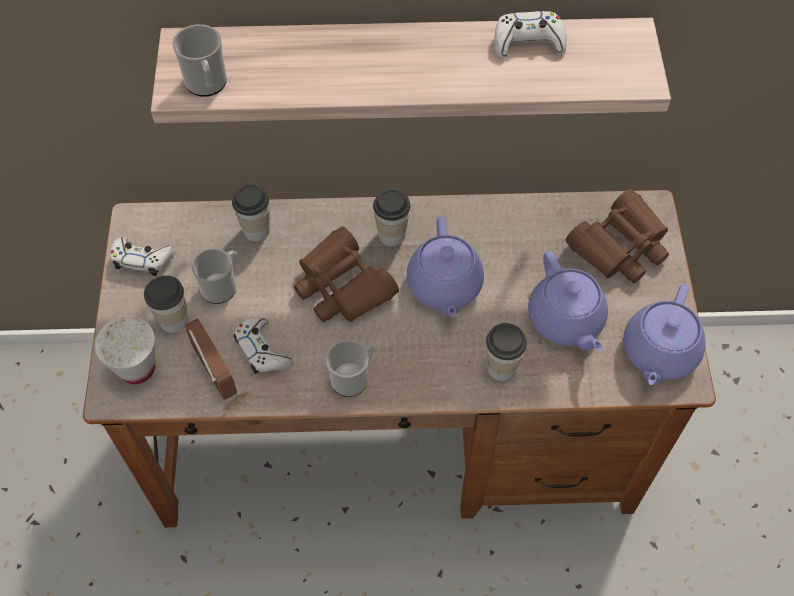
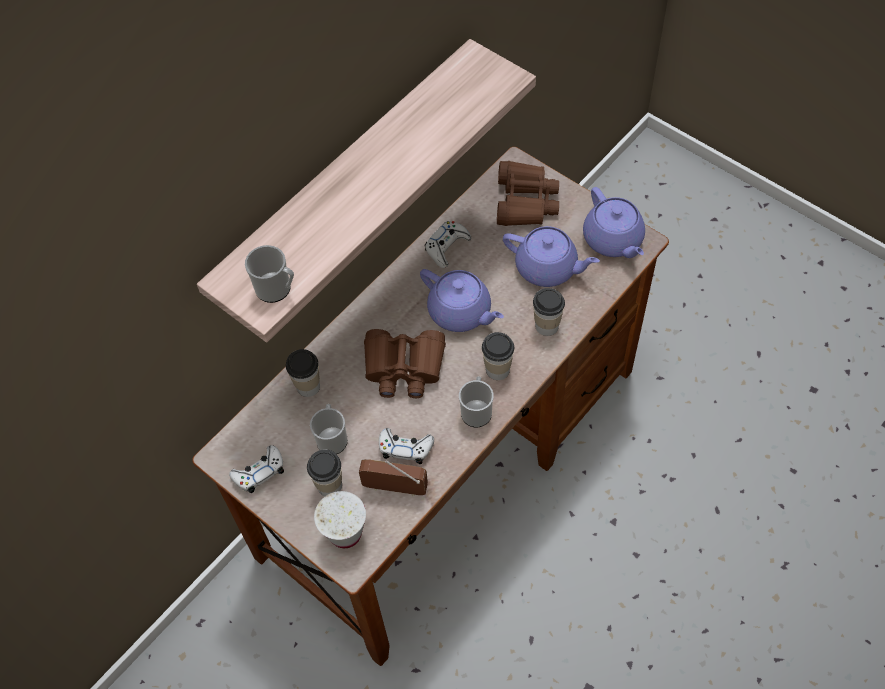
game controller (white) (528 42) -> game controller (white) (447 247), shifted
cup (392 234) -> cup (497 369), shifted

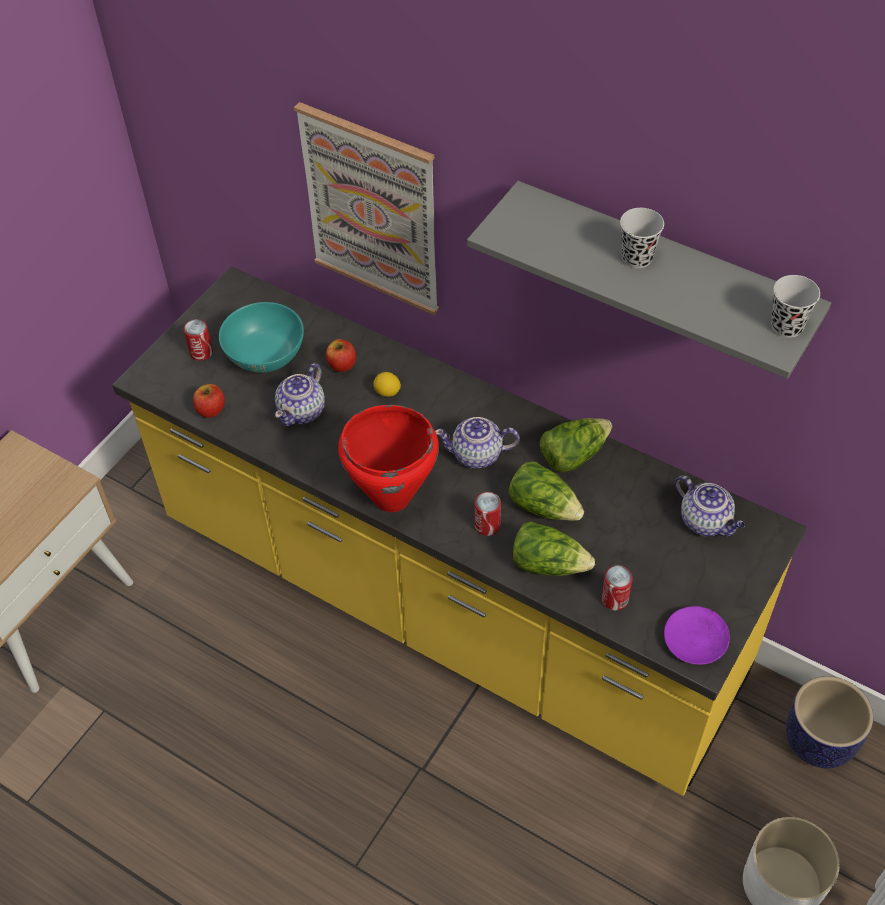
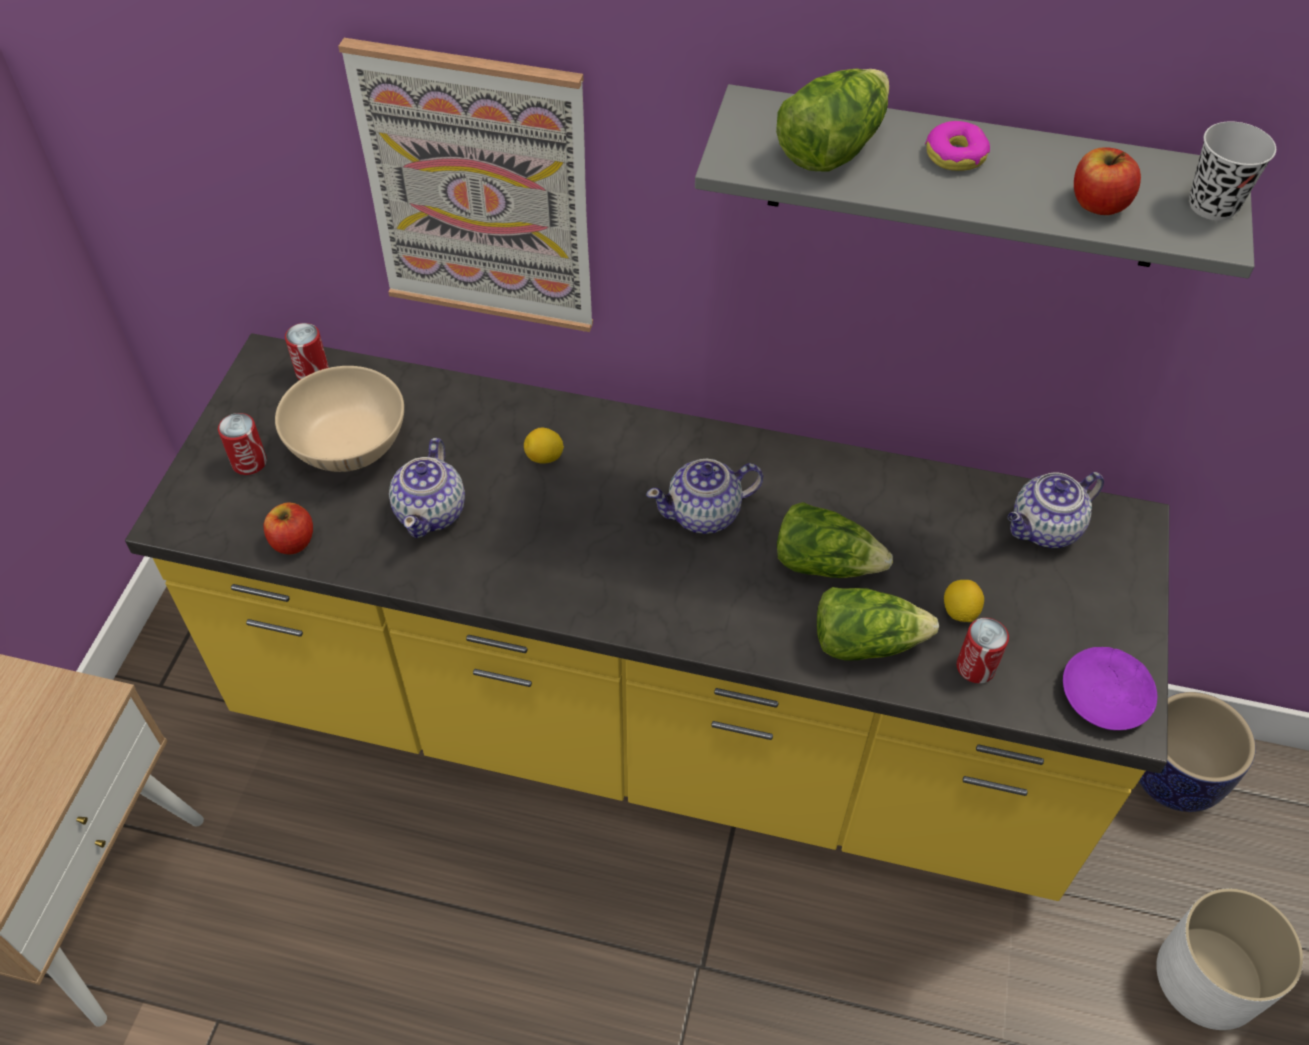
cup (black) (637 258) -> donut (955 155)
bowl (turquoise) (266 357) -> bowl (beige) (349 448)
apple (342 364) -> apple (1098 204), shifted
cooking pot (red) (391 496) -> none
lettuce (573 454) -> lettuce (831 146), shifted
teapot (706 521) -> teapot (1044 530), 120 degrees clockwise
can (487 525) -> can (312 371), shifted
none -> lemon (960 611)

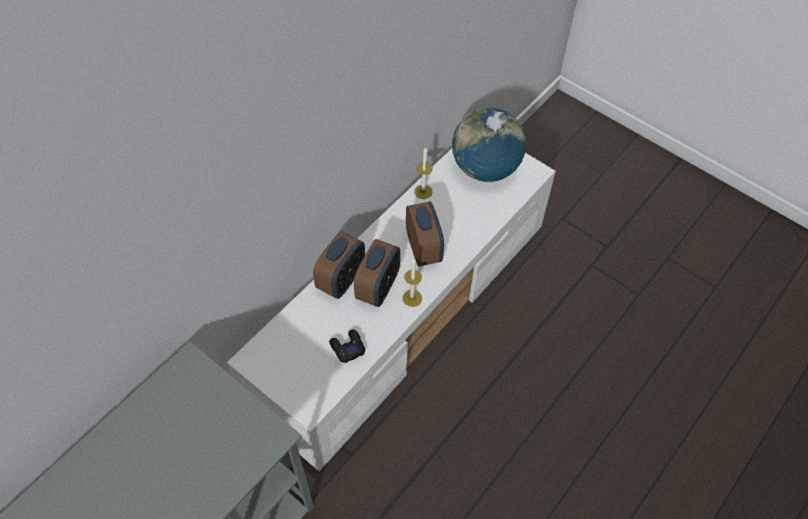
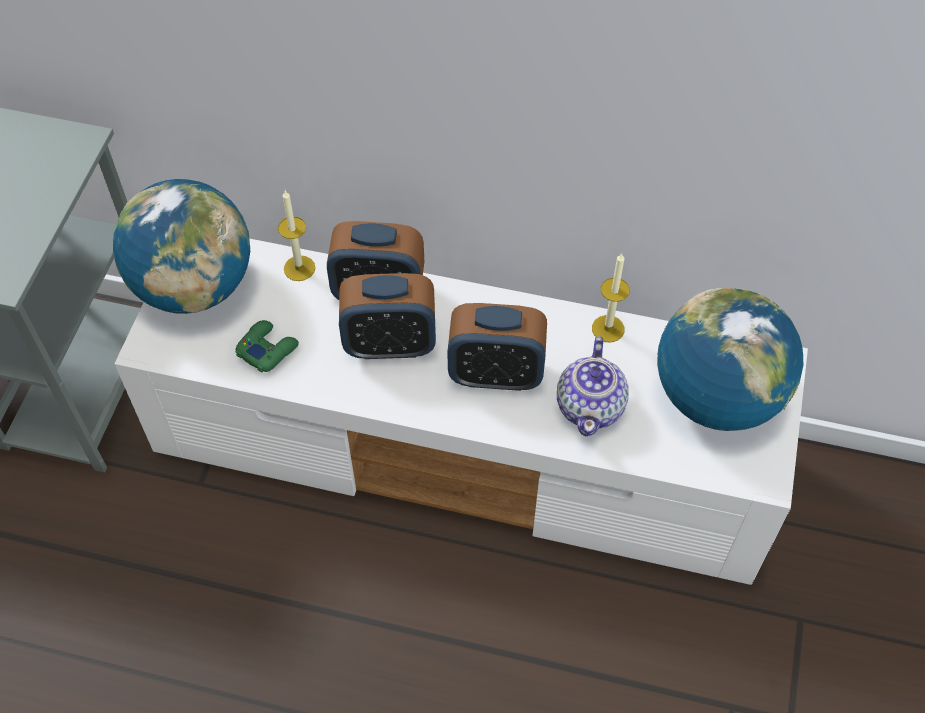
alarm clock (423 249) -> alarm clock (496 374), 45 degrees clockwise
candle (412 298) -> candle (299 268), shifted
game controller (black) (347 347) -> game controller (green) (267 349)
none -> globe (194 286)
none -> teapot (591 406)

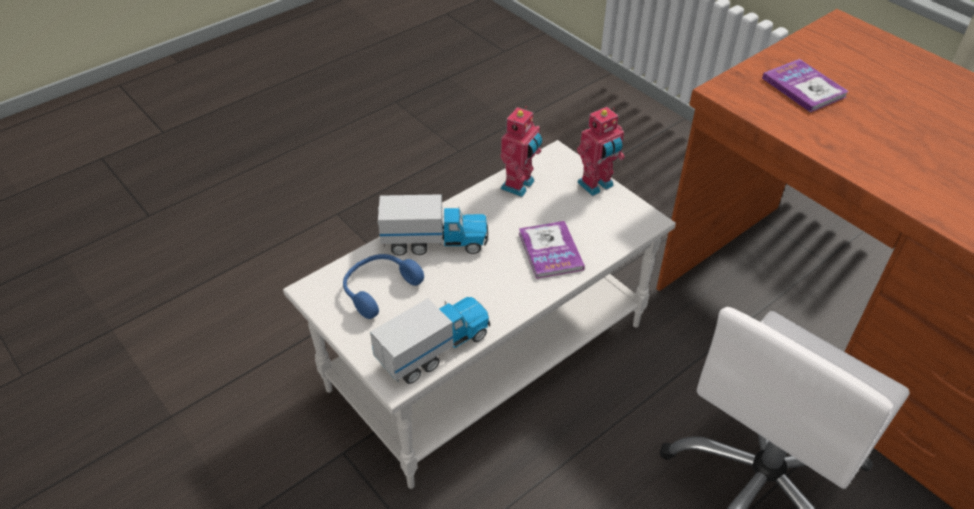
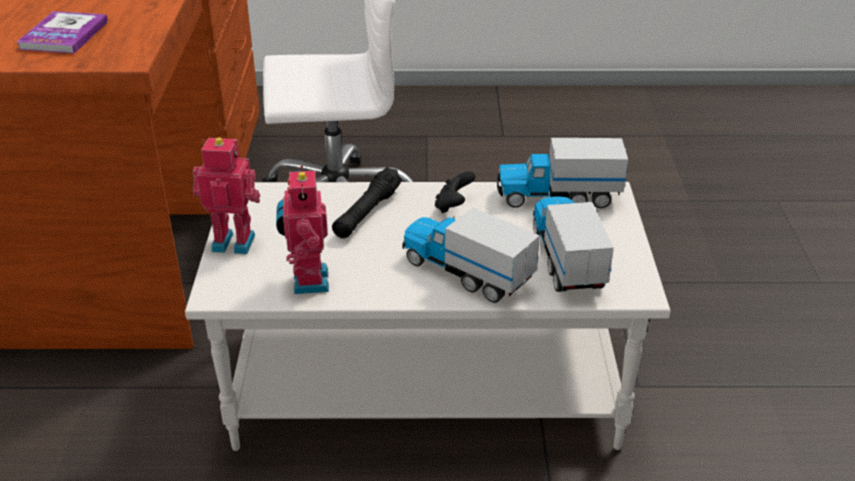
toy robot (519 186) -> toy robot (307 281), 75 degrees counterclockwise
book (550 251) -> flashlight (black) (367 213)
headphones (blue) (378 289) -> toy truck (566 260)
none -> game controller (black) (453 206)

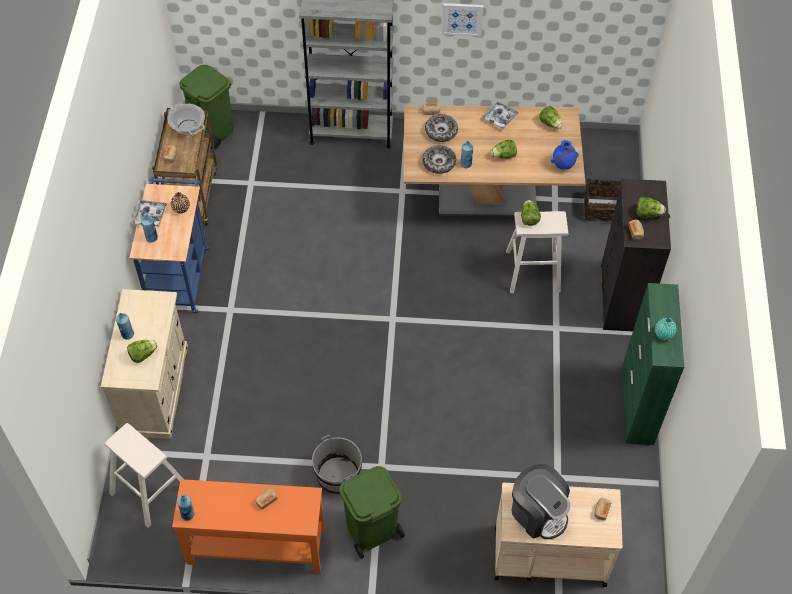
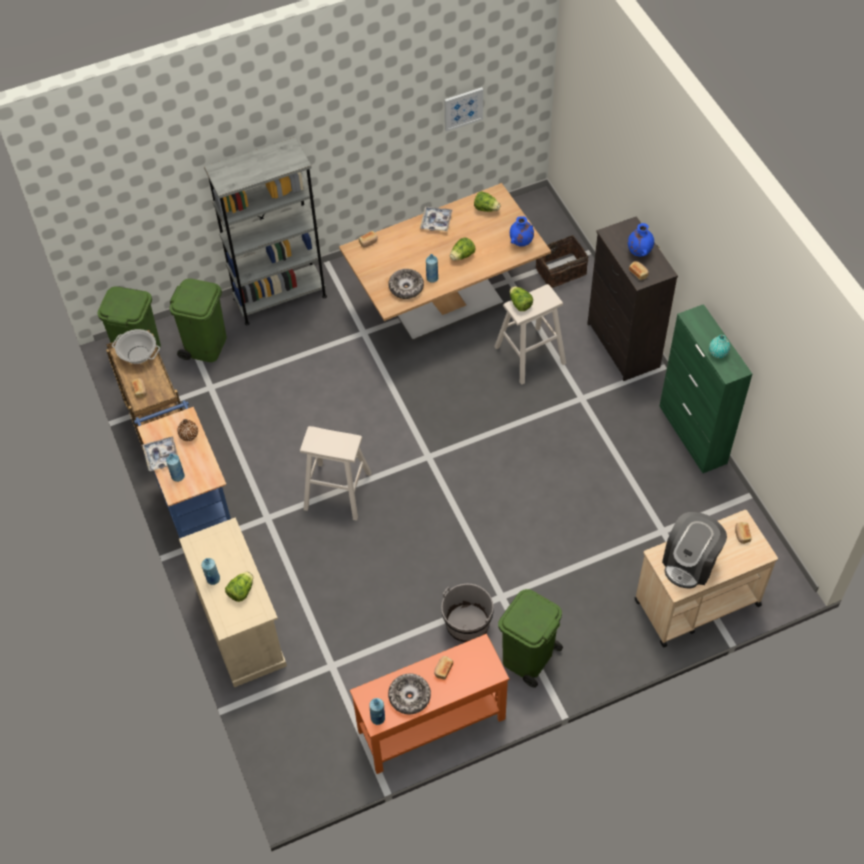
picture (462 18) -> picture (463 108), shifted
bowl (441 131) -> bowl (409 696), shifted
lettuce (648 214) -> vase (blue) (639 252)
stool (beige) (150 490) -> stool (beige) (337 491), shifted
coffee machine (538 512) -> coffee machine (690 562), 105 degrees clockwise
none -> trash can (green) (206 345)

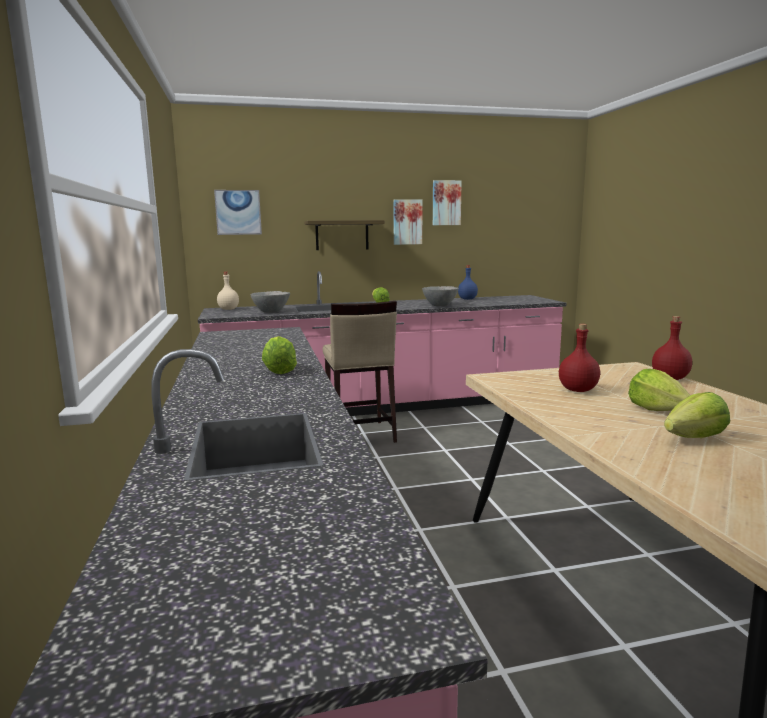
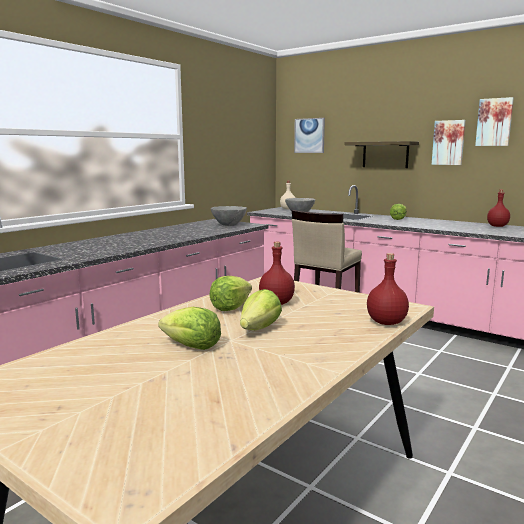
bottle (blue) (467 299) -> bottle (red) (497 226)
bowl (grey) (440 306) -> bowl (grey) (228 225), shifted
lettuce (279 371) -> lettuce (231 307), shifted

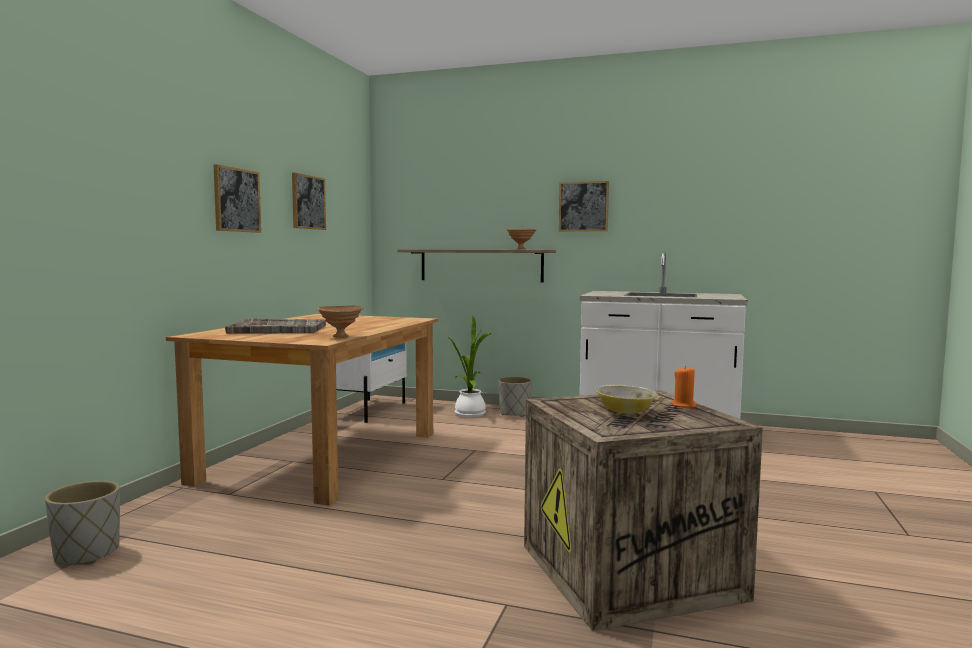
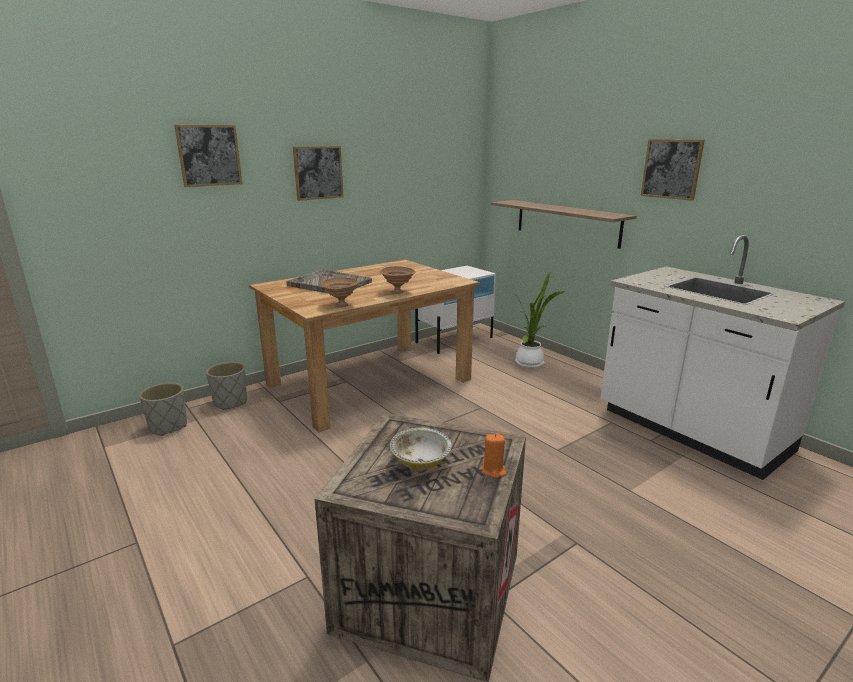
picture (308 202) -> picture (209 155), shifted
bowl (brown) (520 249) -> bowl (brown) (398 292), shifted
planter (grey) (514 413) -> planter (grey) (230 402), shifted

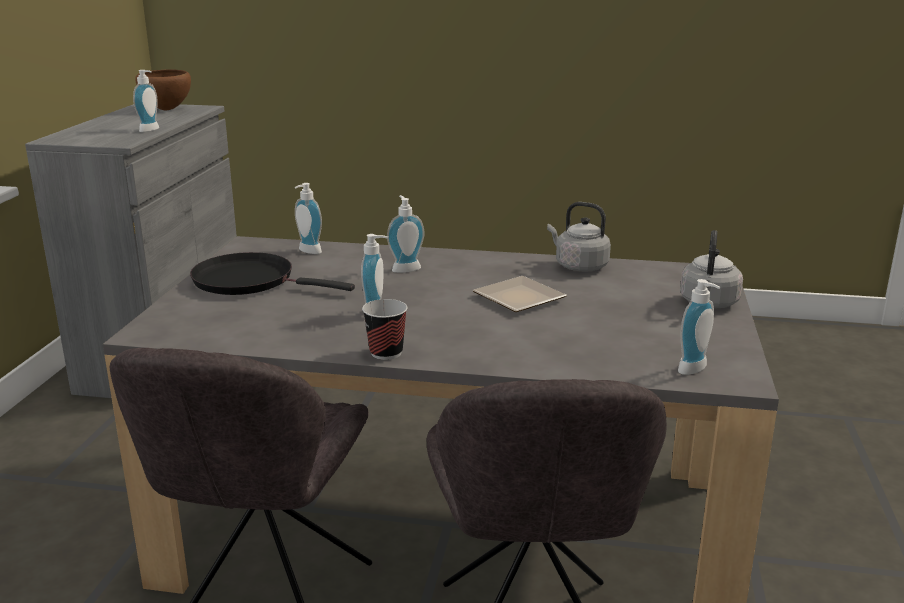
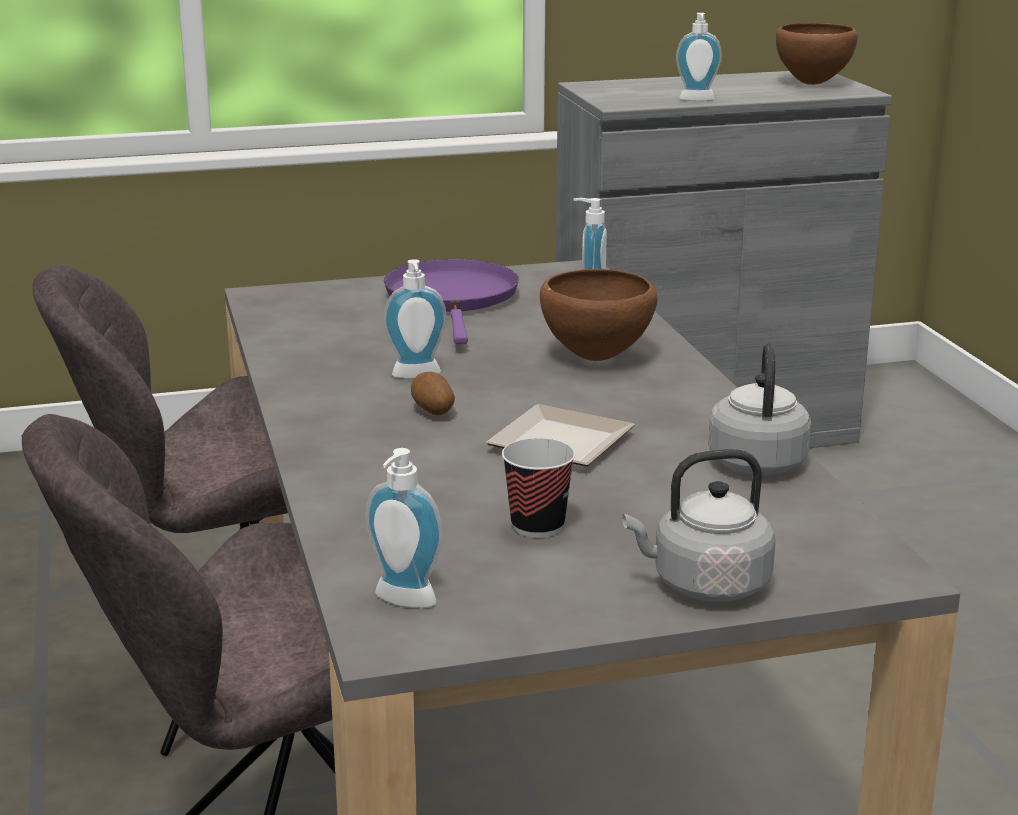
soap dispenser (405 268) -> bowl (brown) (595 358)
frying pan (black) (250 281) -> frying pan (purple) (453 298)
cup (386 353) -> cup (537 526), shifted
none -> potato (432 412)

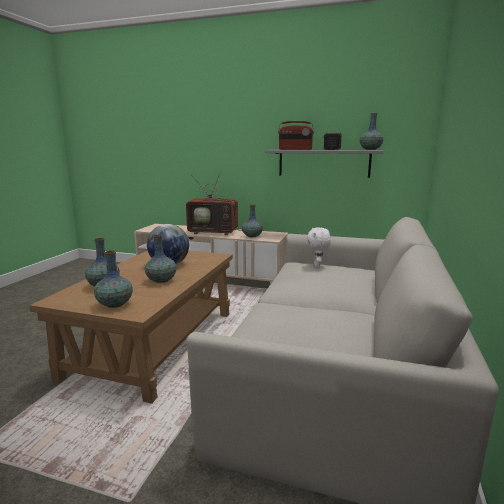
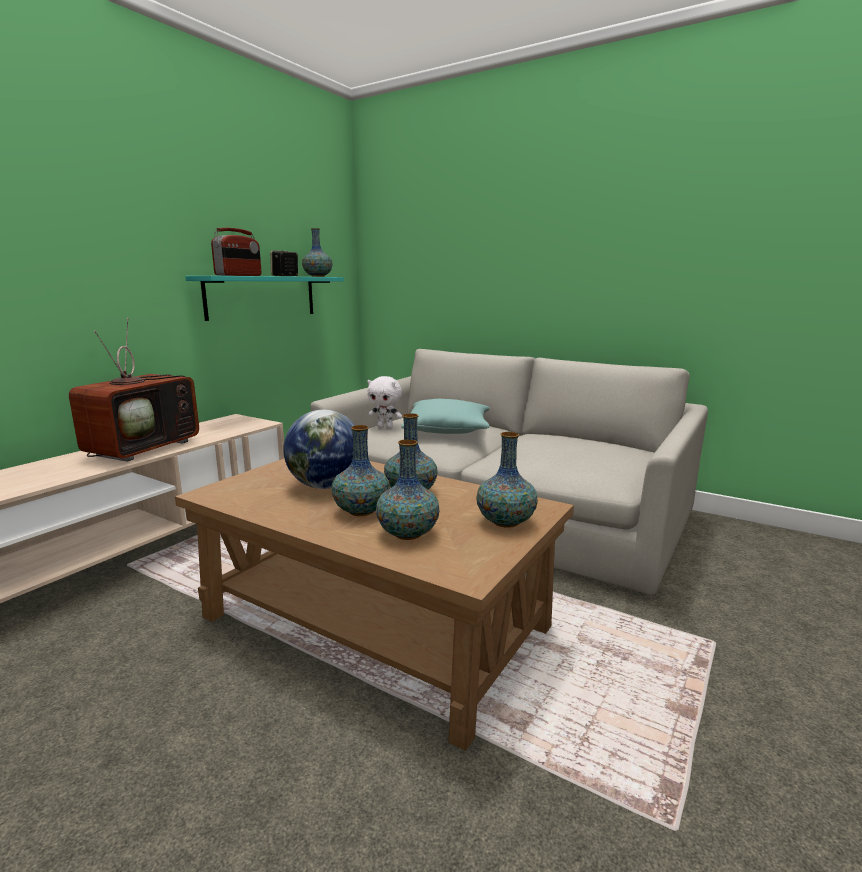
shelf (grey) (323 163) -> shelf (turquoise) (262 297)
vase (252 236) -> vase (361 511), shifted
none -> pillow (turquoise) (448 430)

